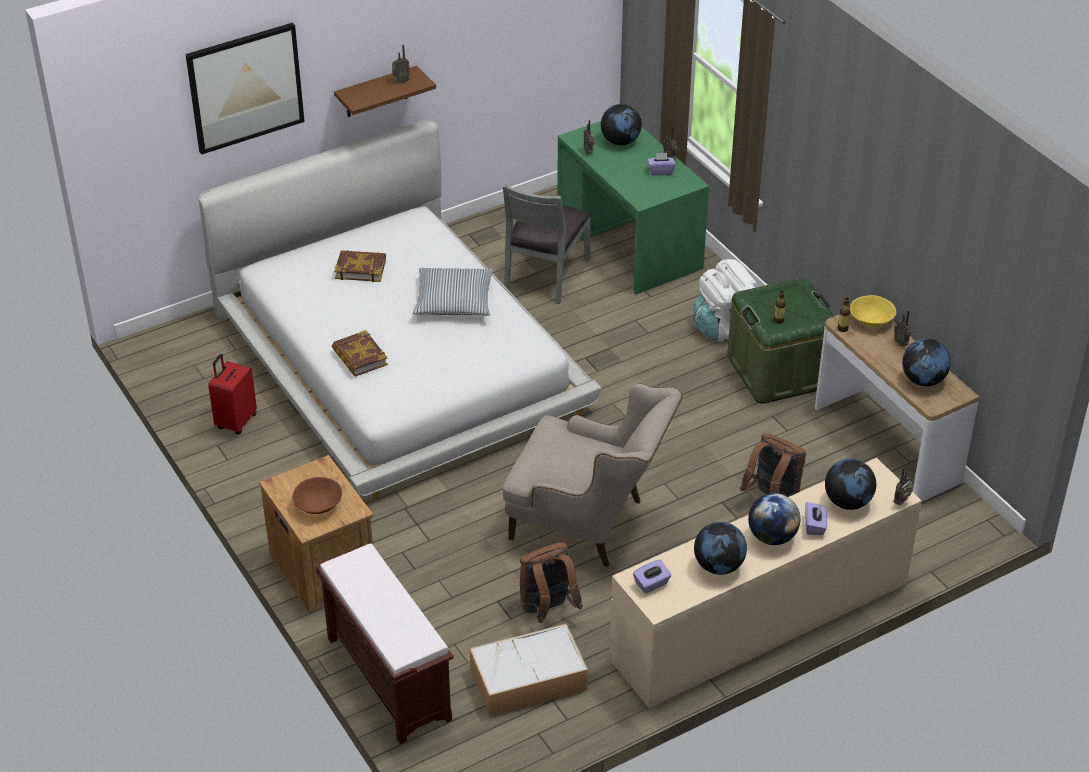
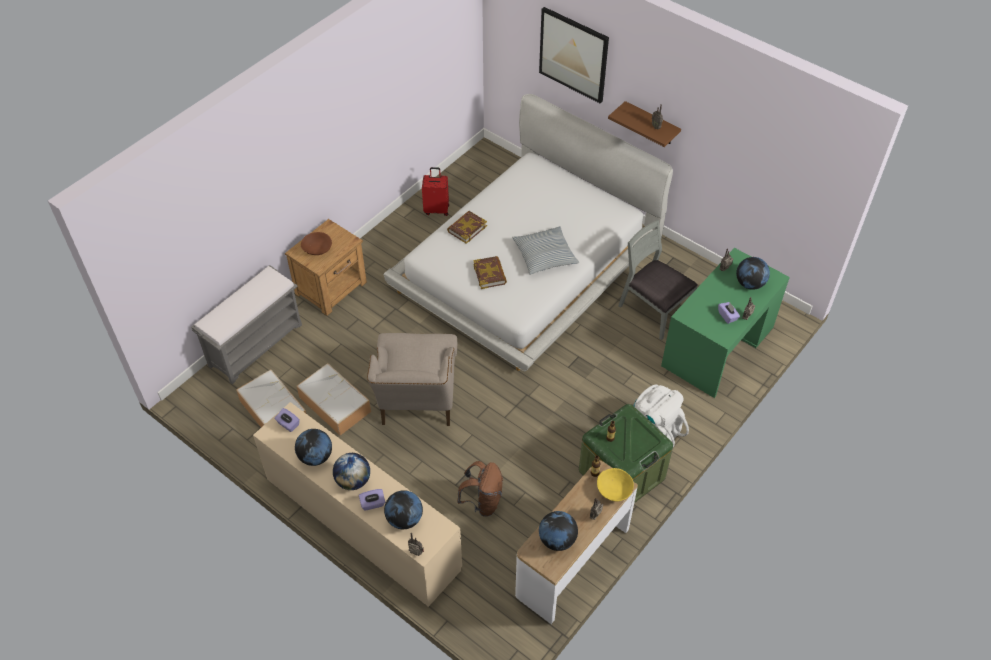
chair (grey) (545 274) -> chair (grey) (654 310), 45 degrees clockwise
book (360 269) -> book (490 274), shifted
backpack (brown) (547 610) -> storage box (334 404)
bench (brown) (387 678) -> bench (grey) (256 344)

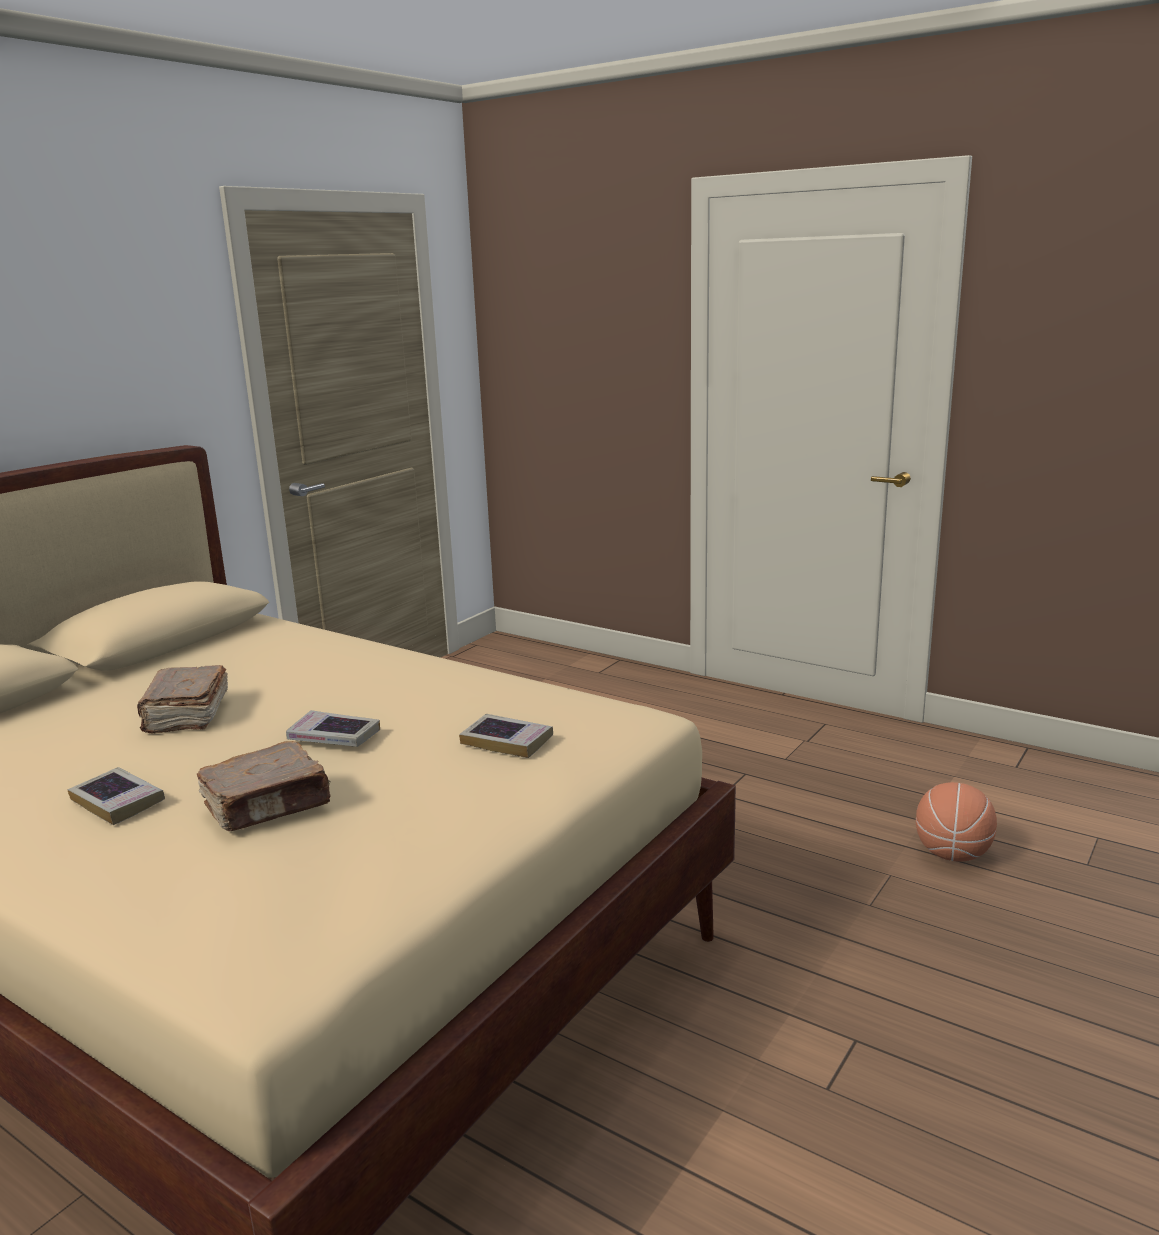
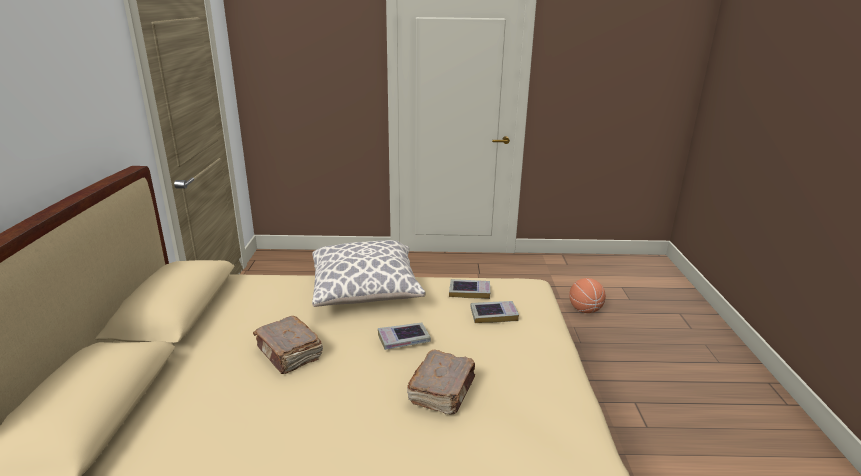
book (117 802) -> book (469 292), shifted
none -> pillow (366 292)

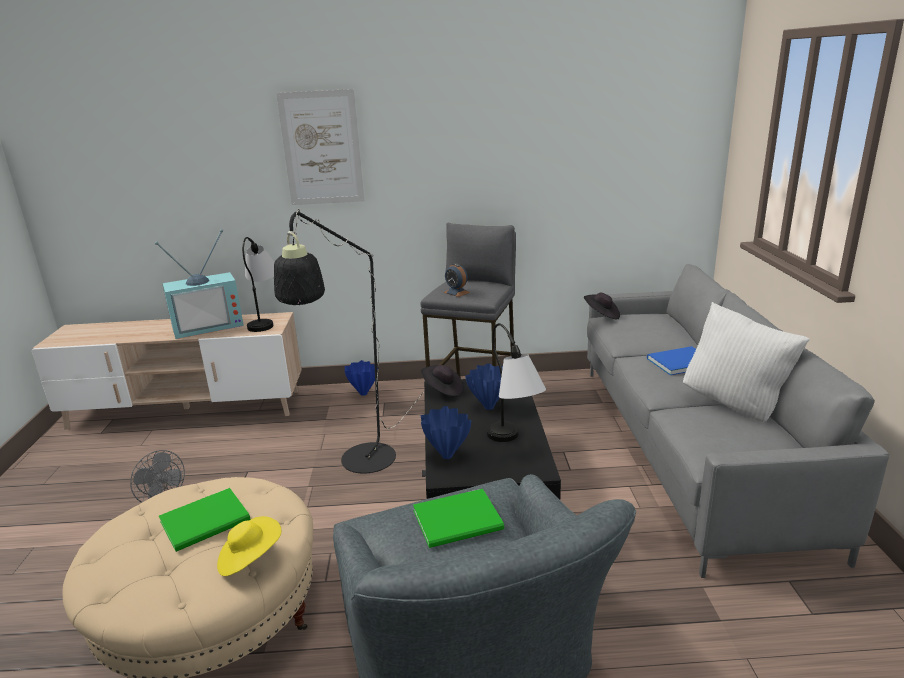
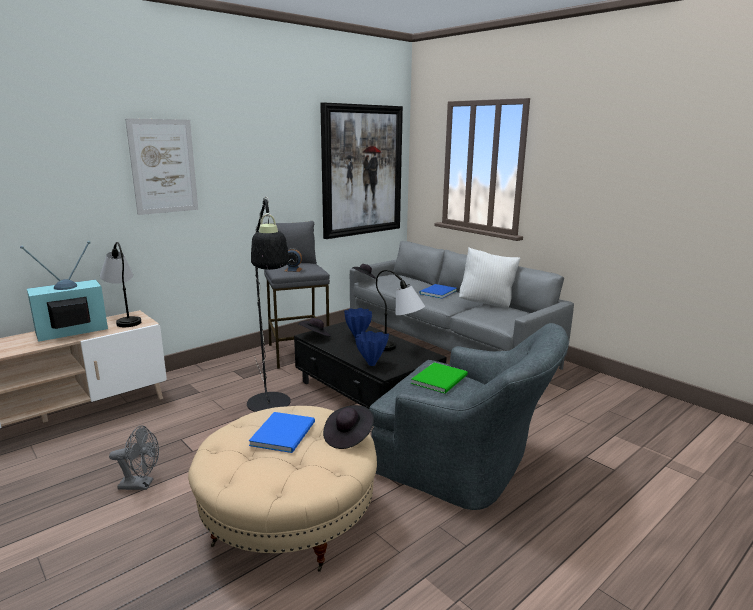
television (208 325) -> television (71 331), 150 degrees counterclockwise
vase (blue) (363 393) -> none
book (green) (208 521) -> book (blue) (285 433)
hat (yellow) (250 559) -> hat (black) (348 437)
none -> picture (362 171)

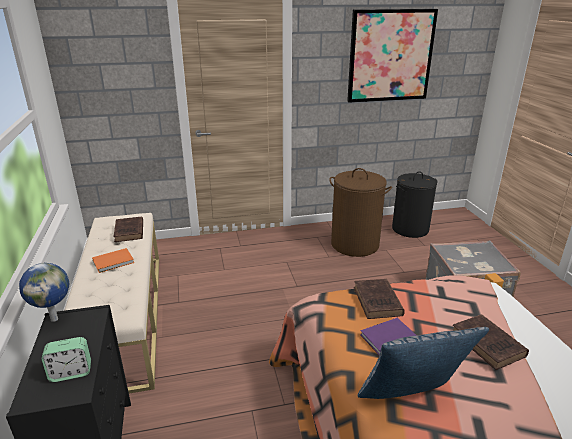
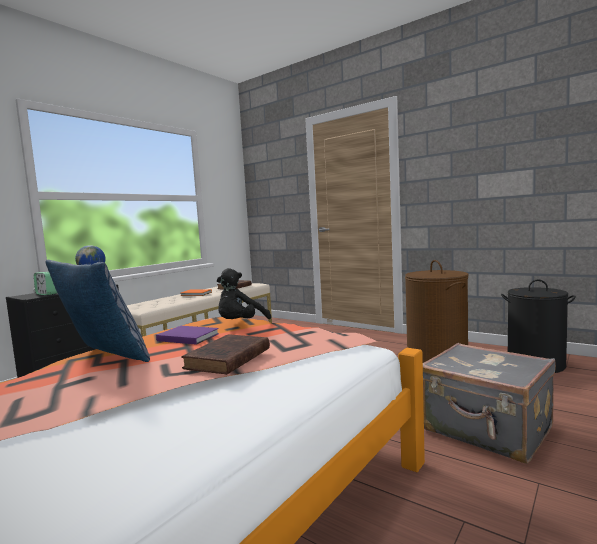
picture (390 56) -> none
book (brown) (378 302) -> plush toy (black) (240 324)

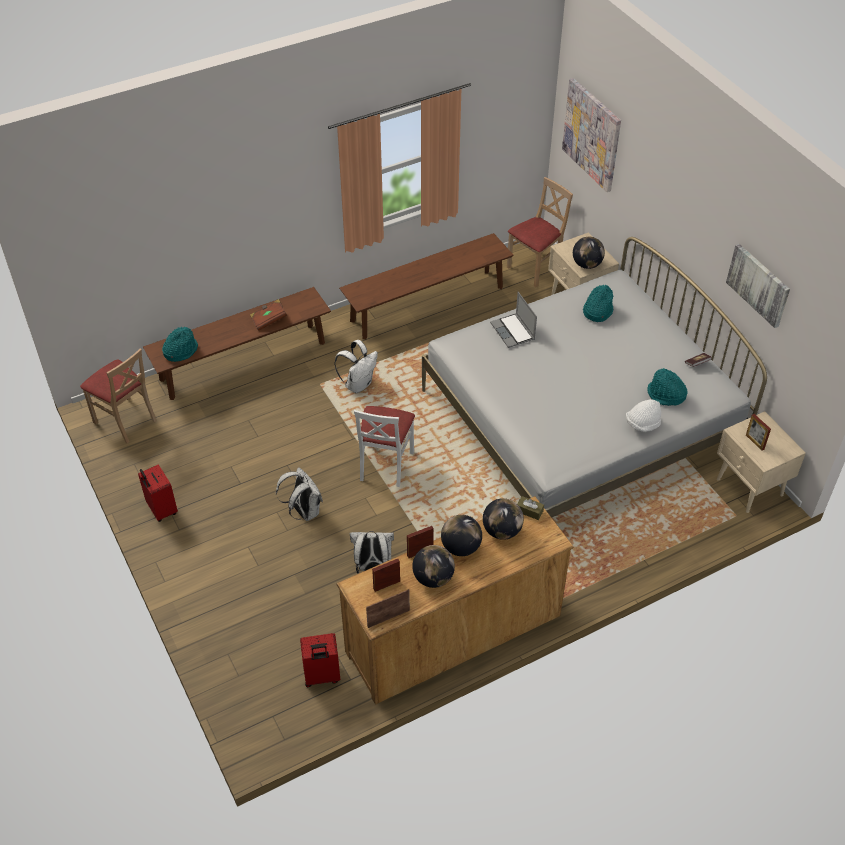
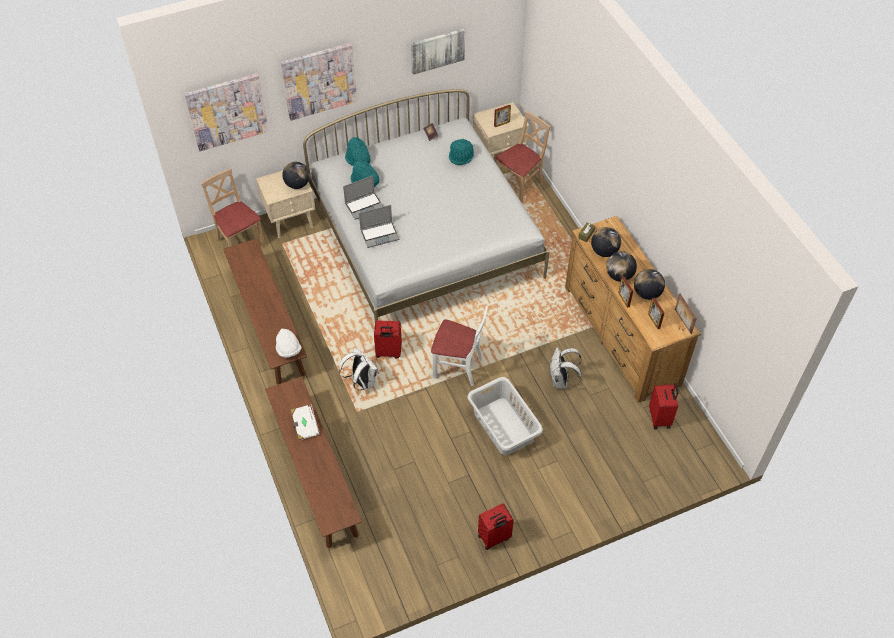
book (brown) (269 320) -> book (white) (305 426)
hat (turquoise) (180 351) -> hat (turquoise) (357 159), shifted
chair (beige) (125 420) -> chair (beige) (519 186), shifted
hat (white) (642 424) -> hat (white) (288 349), shifted
backpack (white) (304 511) -> laundry basket (grey) (503 427)
none -> picture (319 81)
none -> laptop (364 206)
none -> suitcase (red) (388 352)

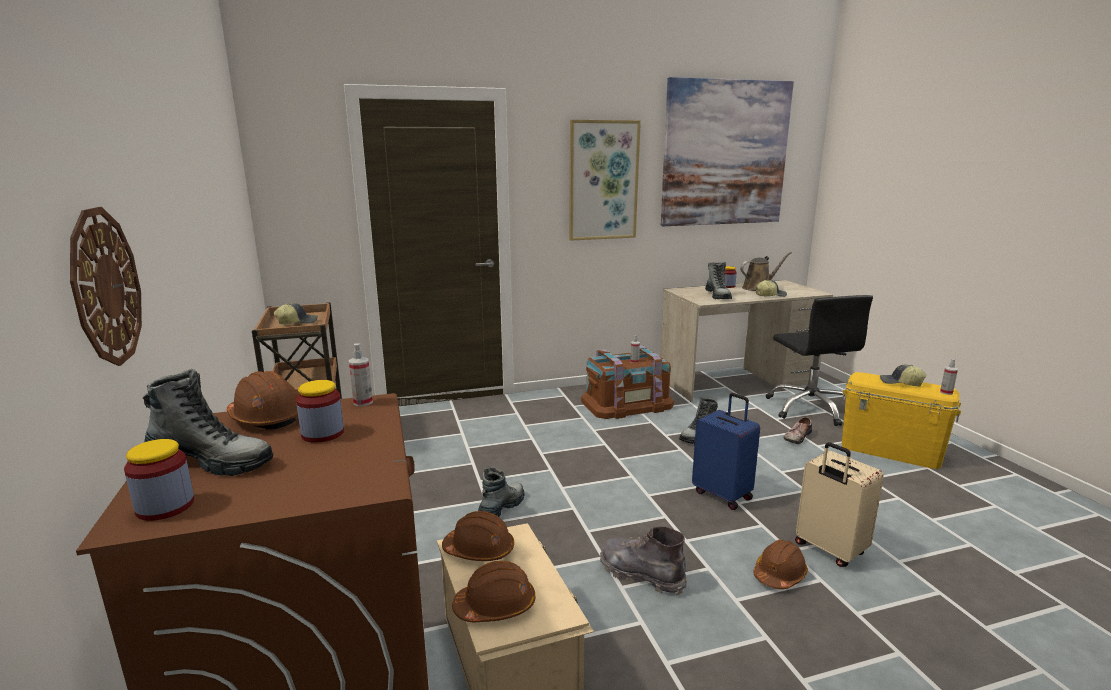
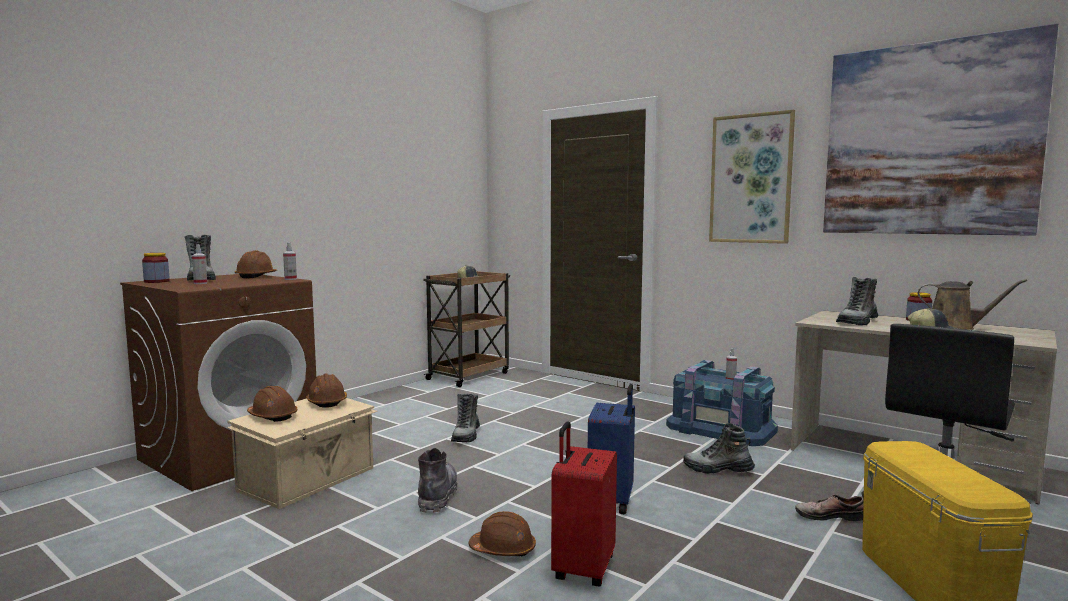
wall clock (105 287) -> none
storage box (brown) (626 403) -> storage box (blue) (721 428)
spray bottle (946 392) -> spray bottle (200 283), shifted
cap (900 383) -> none
jar (323 433) -> none
suitcase (beige) (829 550) -> suitcase (red) (582 568)
boot (501 508) -> boot (466 435), 105 degrees clockwise

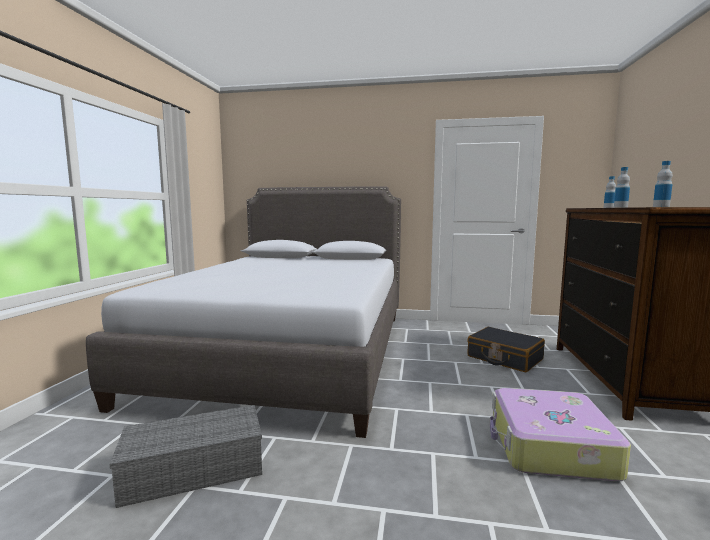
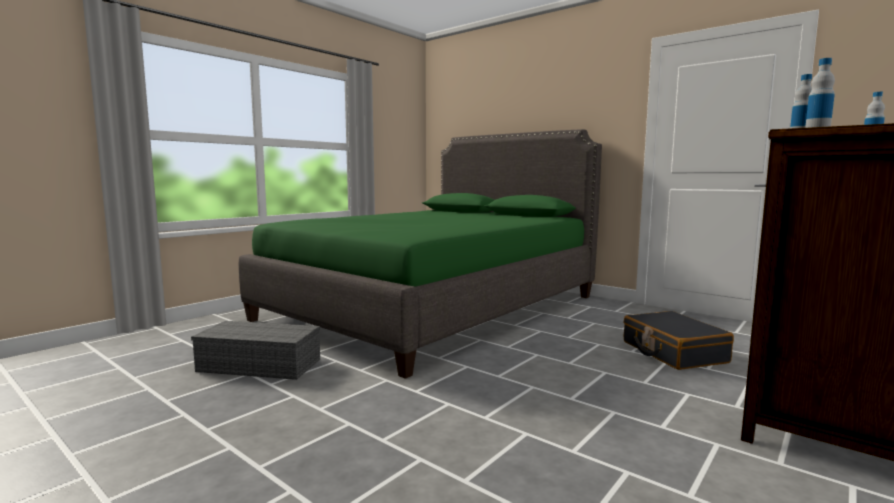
bed (grey) (290 352) -> bed (green) (434 307)
suitcase (549 447) -> none

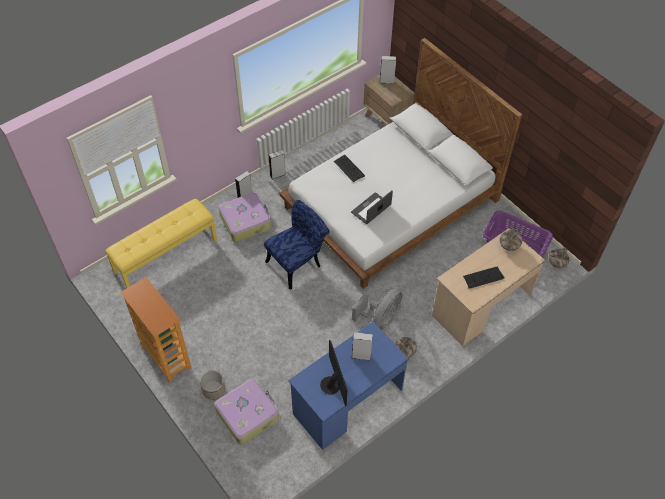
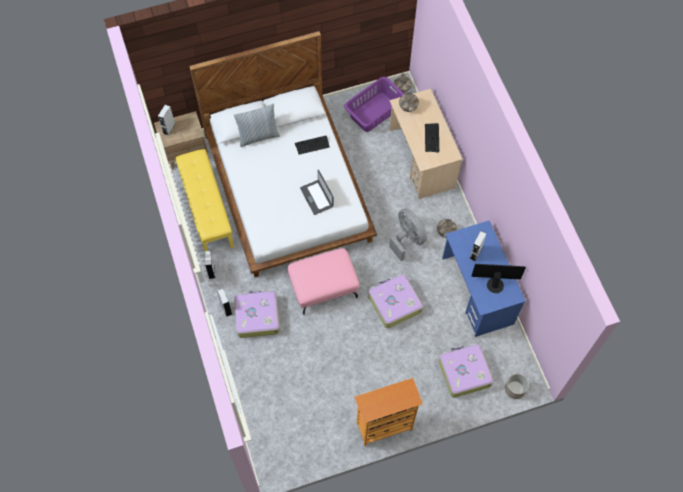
keyboard (349 168) -> keyboard (312 145), shifted
bench (yellow) (165 255) -> bench (yellow) (206 210), shifted
chair (blue) (297 262) -> ottoman (pink) (323 285)
planter (213 389) -> planter (514 389), shifted
none -> pillow (258 136)
none -> suitcase (394 303)

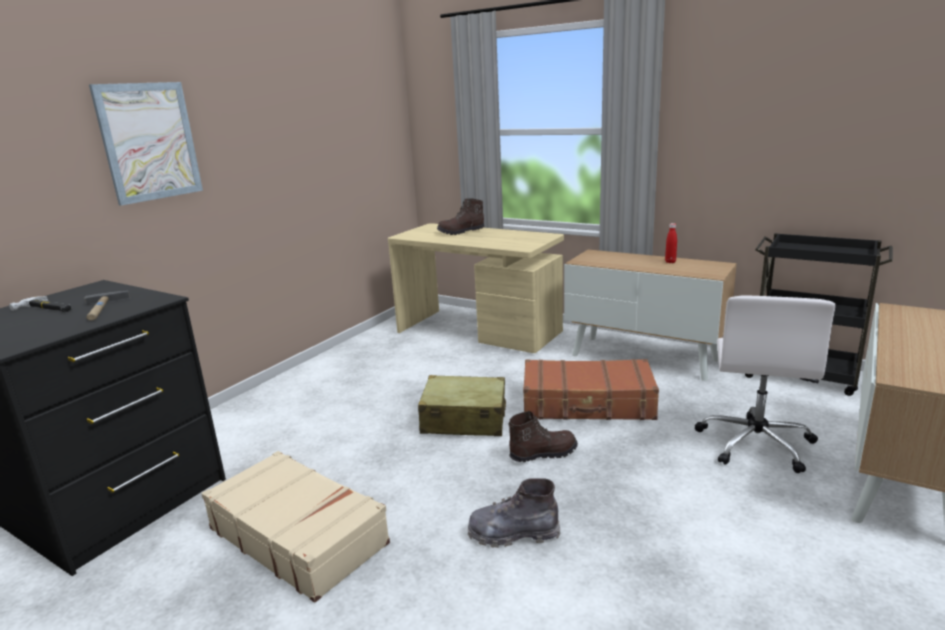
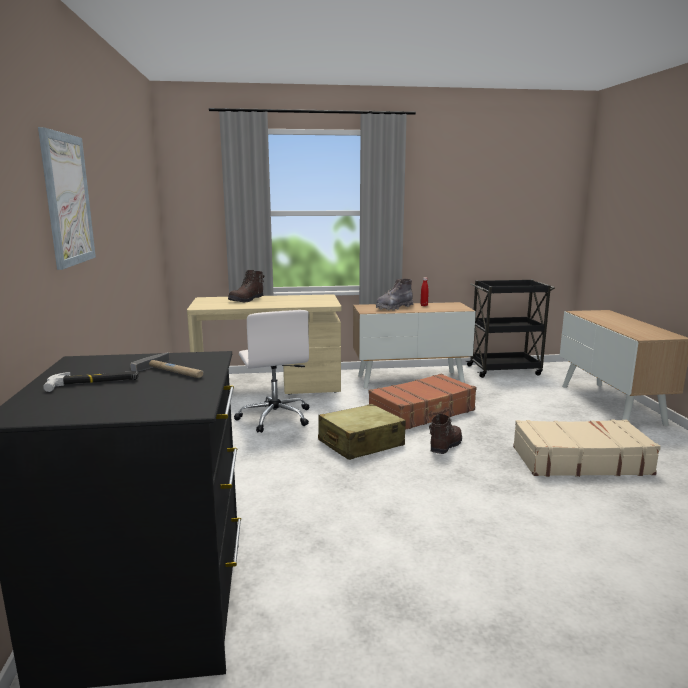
office chair (white) (755 443) -> office chair (white) (275 417), shifted
suitcase (beige) (298 535) -> suitcase (beige) (579 460), shifted
boot (grey) (513 534) -> boot (grey) (394 308), shifted

